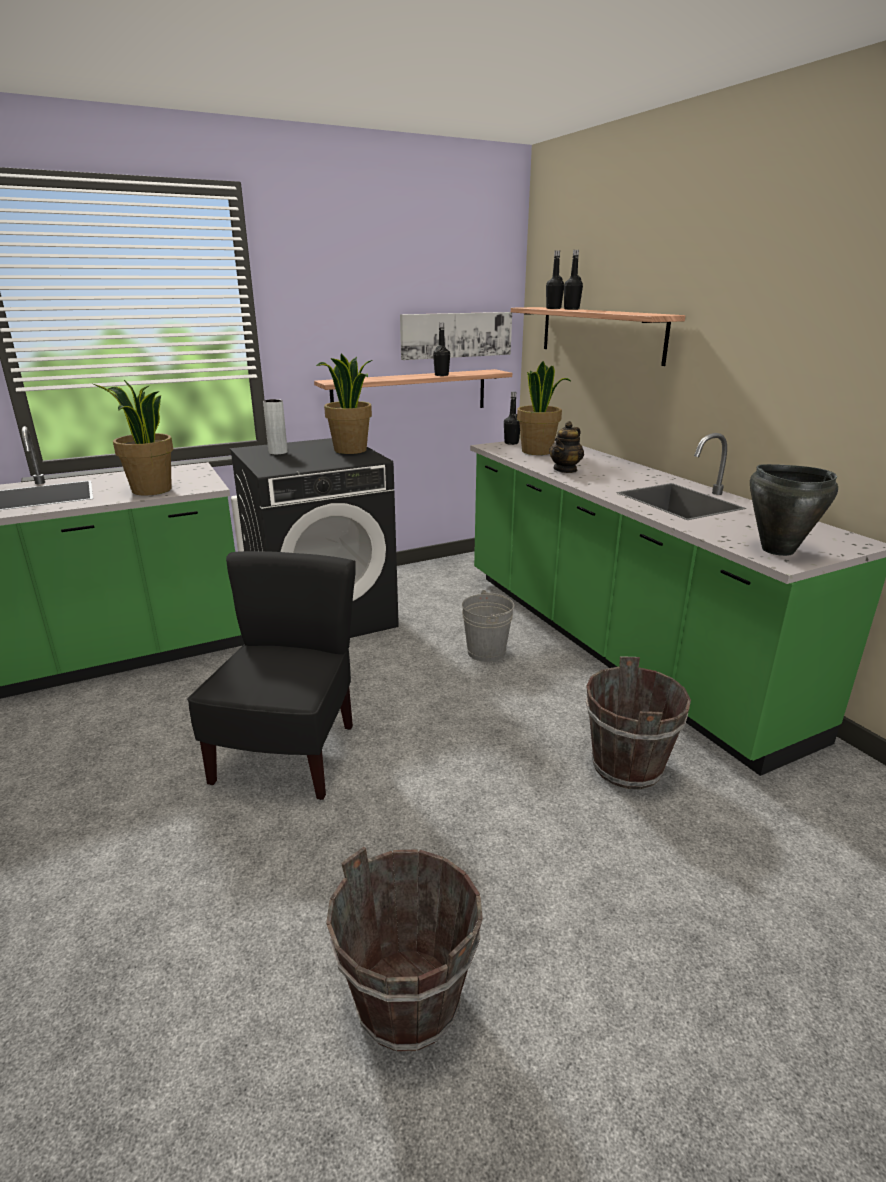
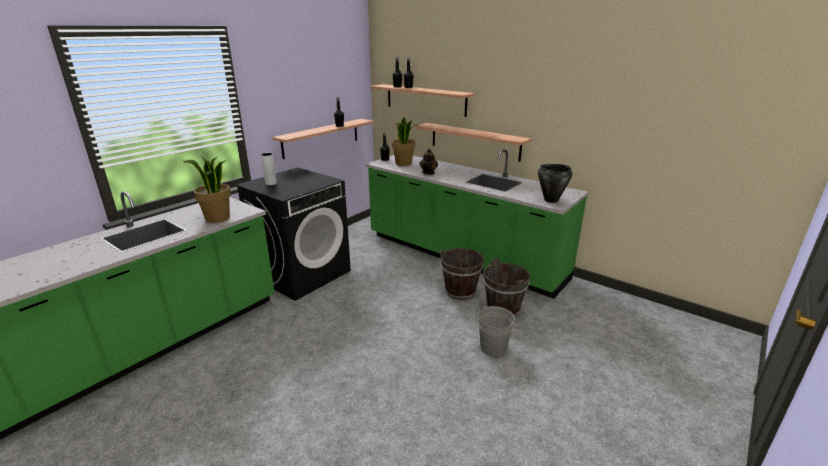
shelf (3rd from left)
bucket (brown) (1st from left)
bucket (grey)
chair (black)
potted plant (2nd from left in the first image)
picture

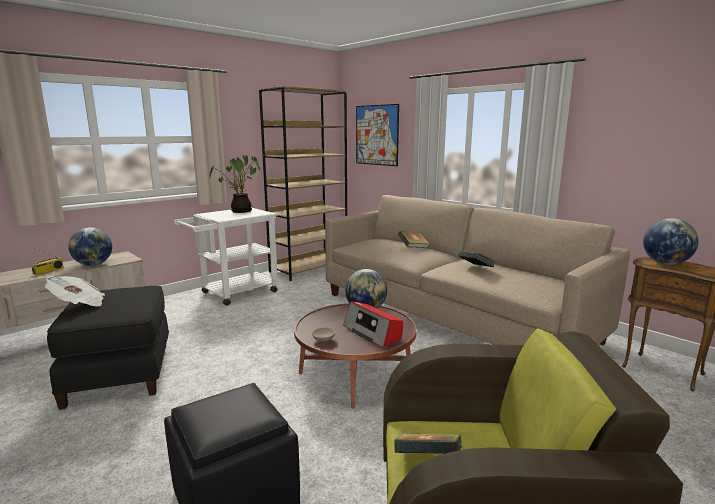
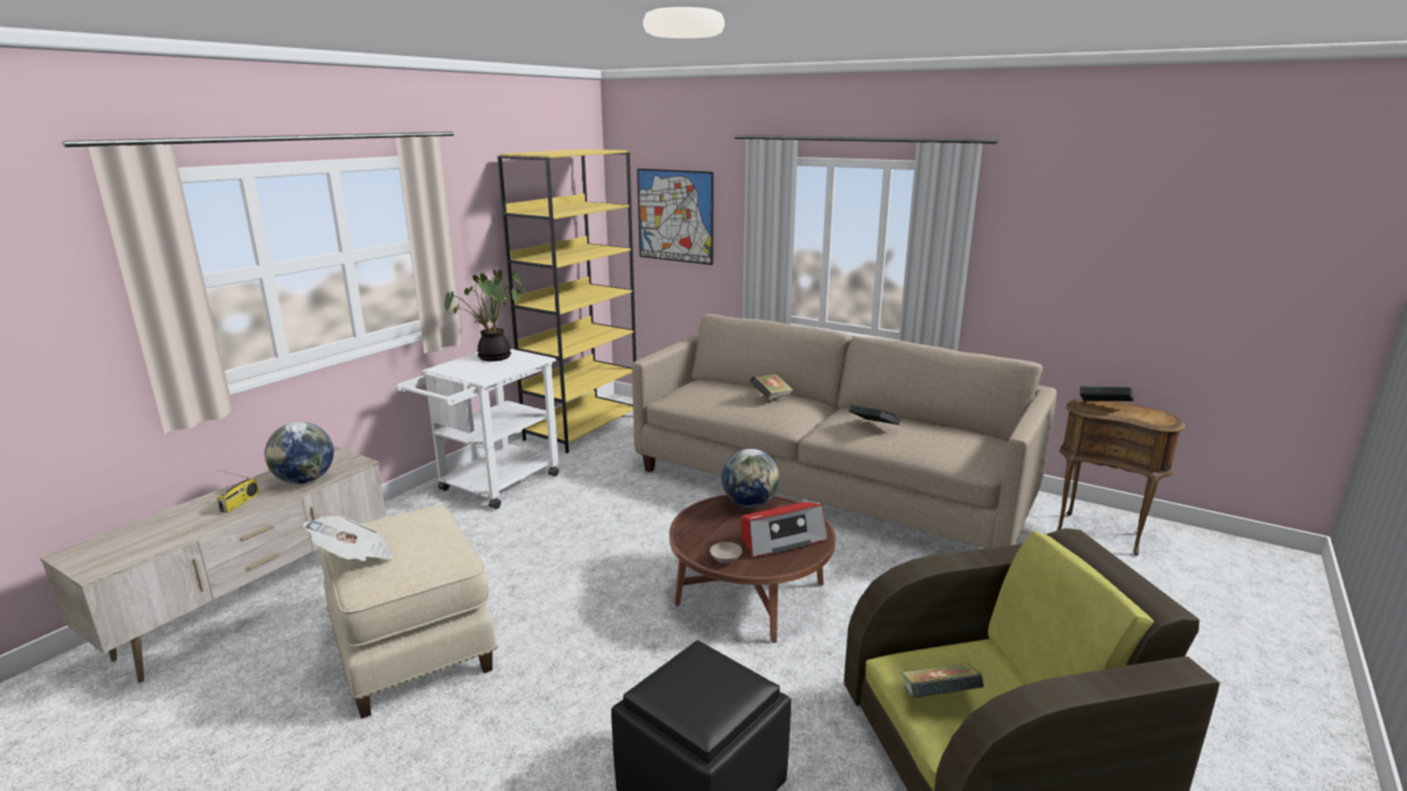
ottoman (beige)
bookcase (yellow)
radio (2nd from left)
book (4th from left)

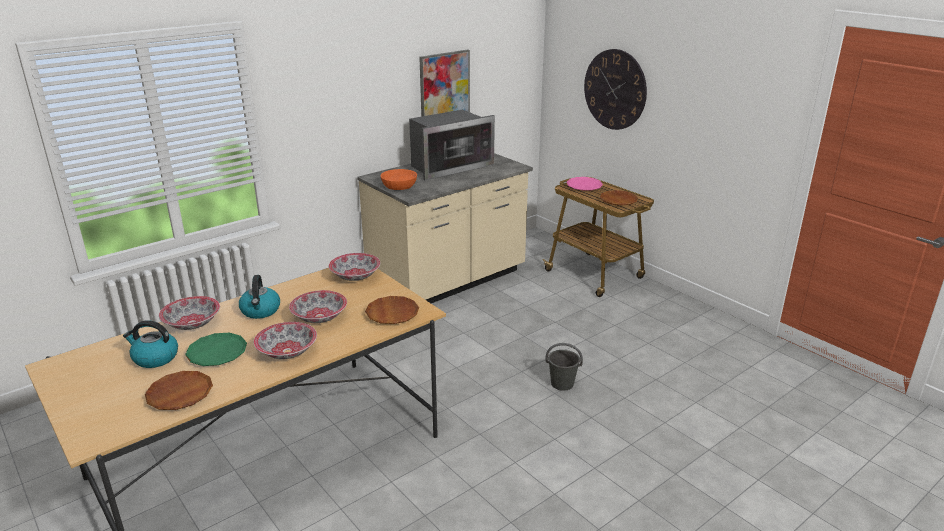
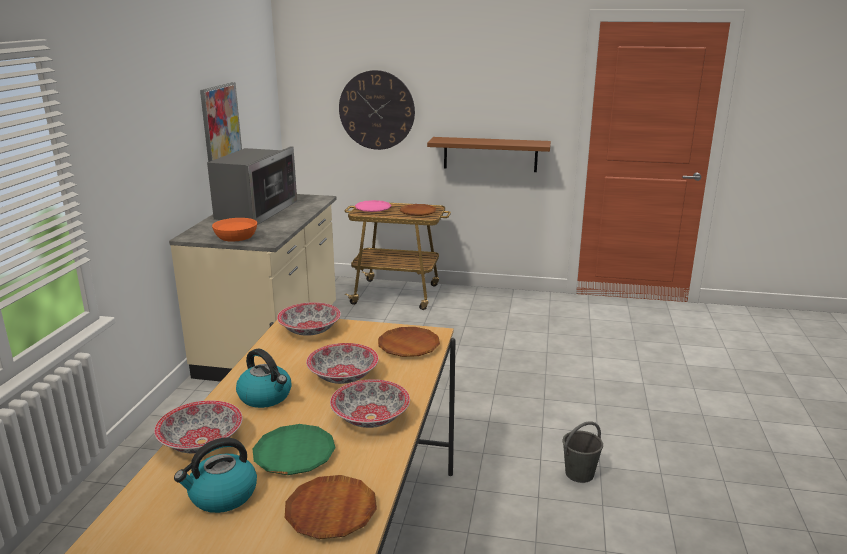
shelf (brown)
bucket (grey)

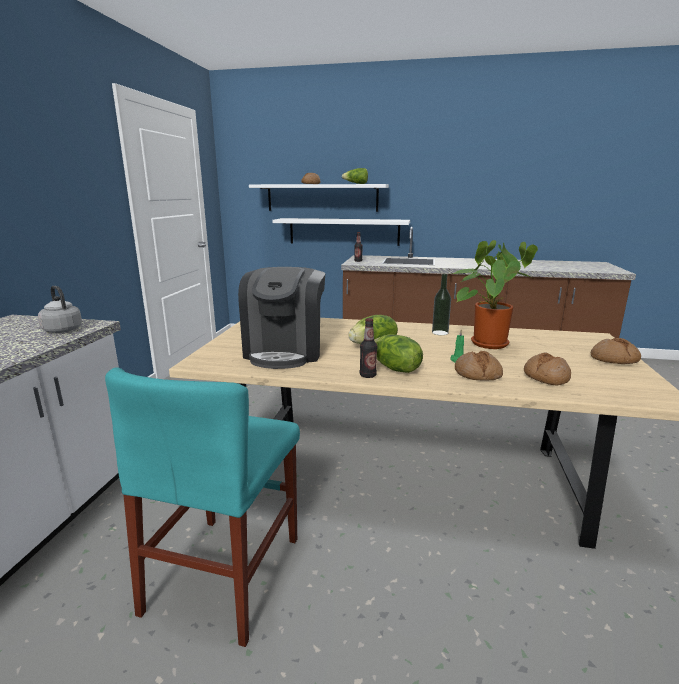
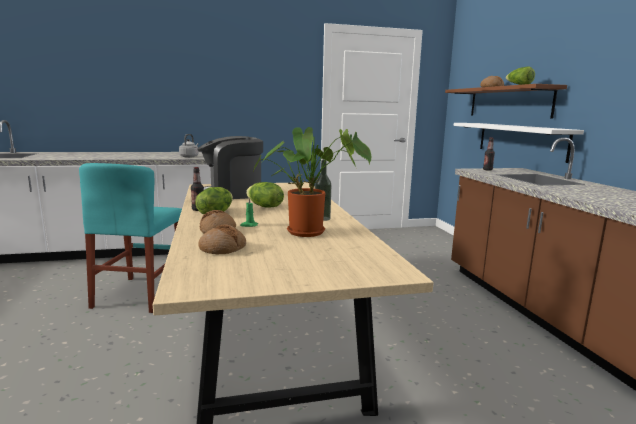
chair (turquoise)
shelf (brown)
bread (4th from left in the first image)

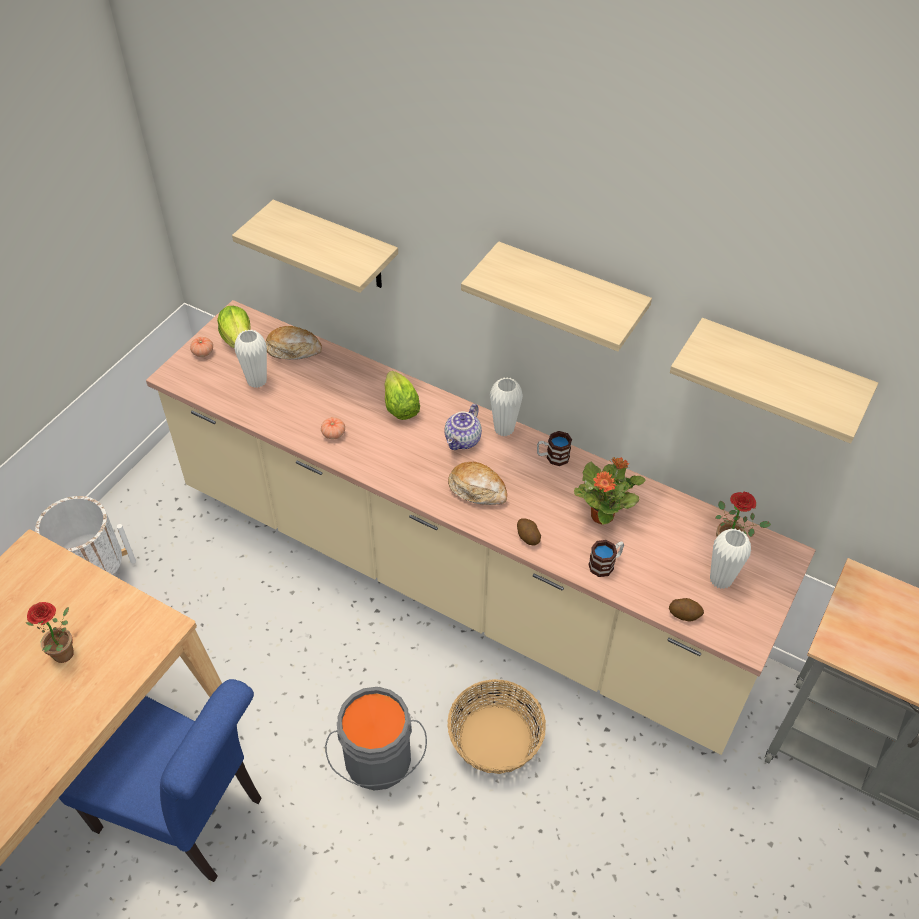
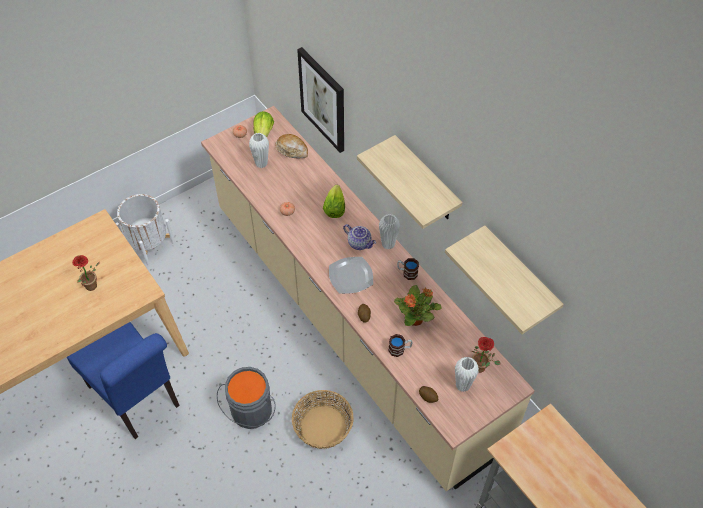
picture
plate
teapot

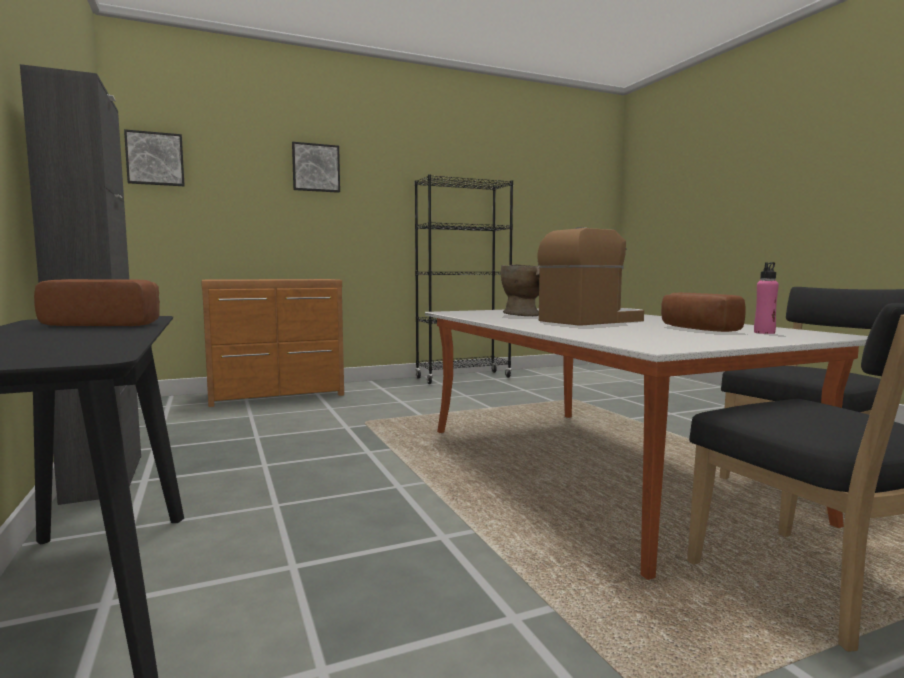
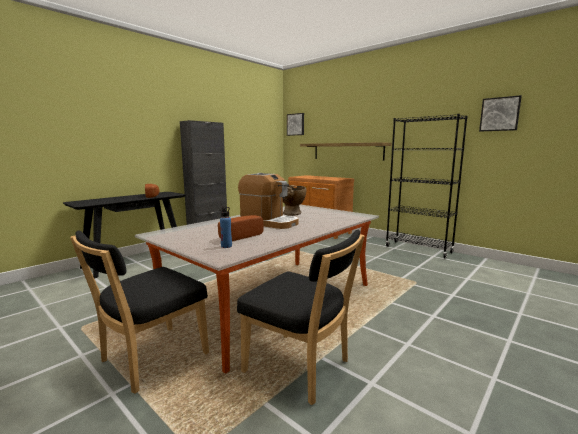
bottle (blue)
shelf
picture (2nd from left)

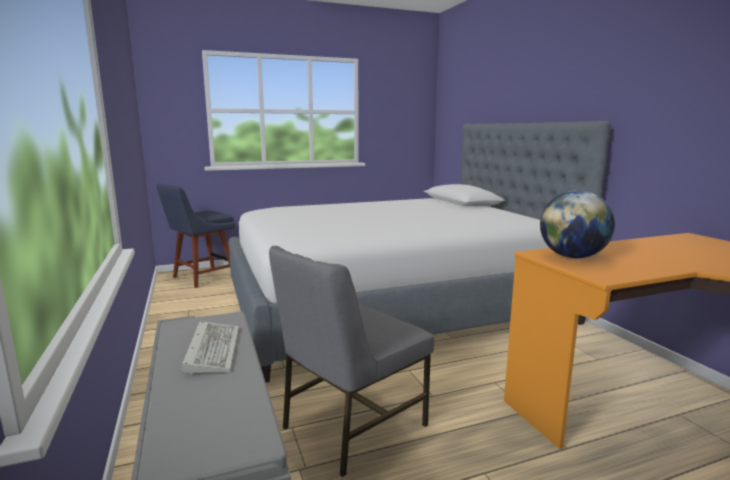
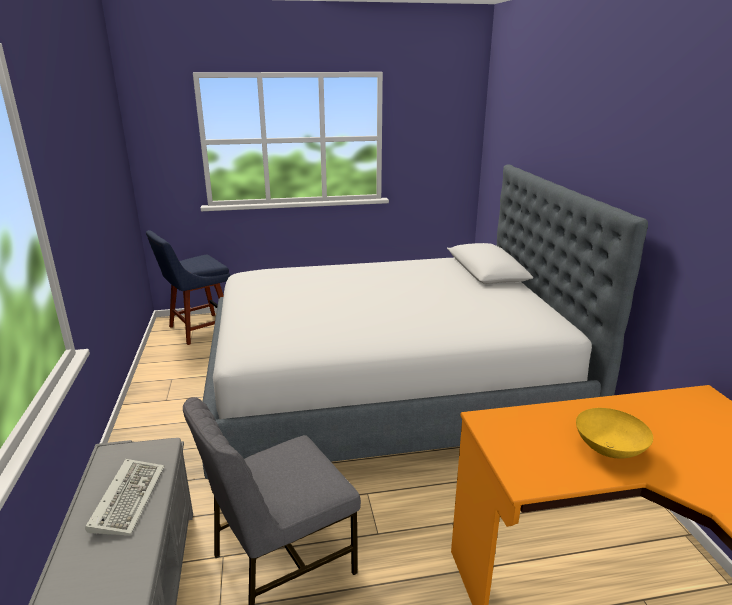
bowl (yellow)
globe

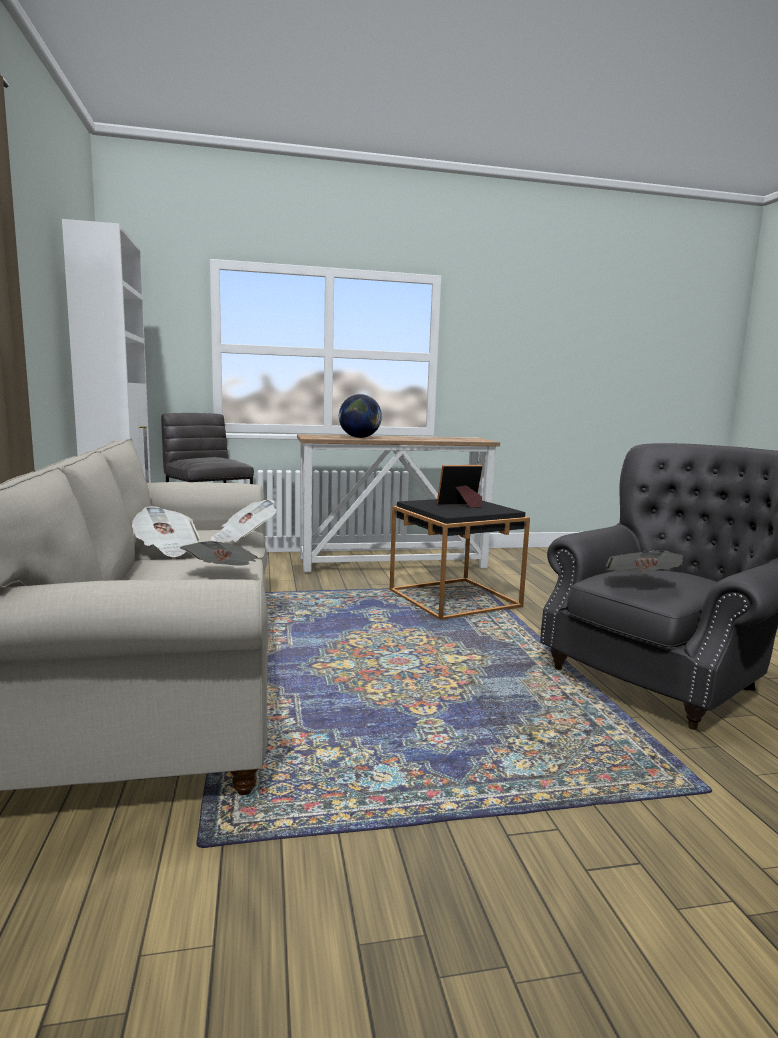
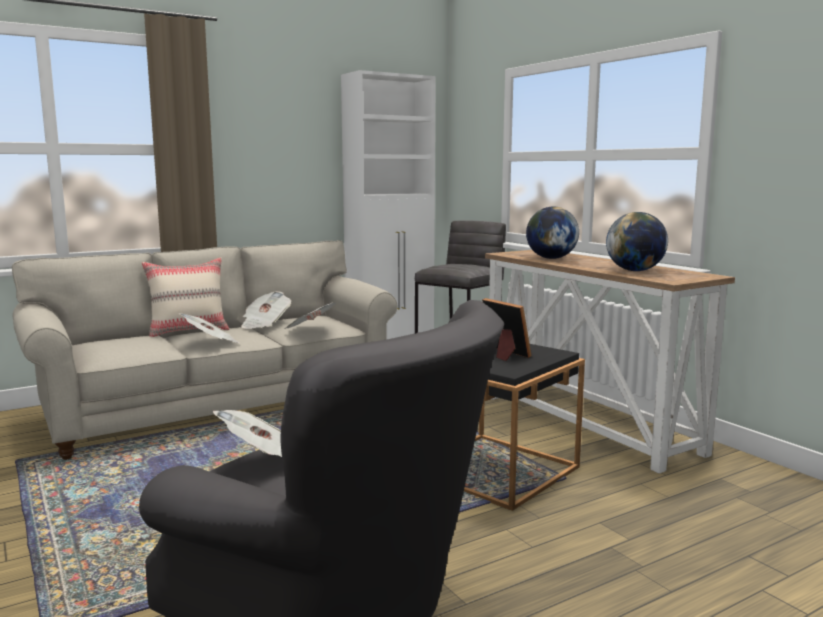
pillow (beige)
globe (2nd from left)

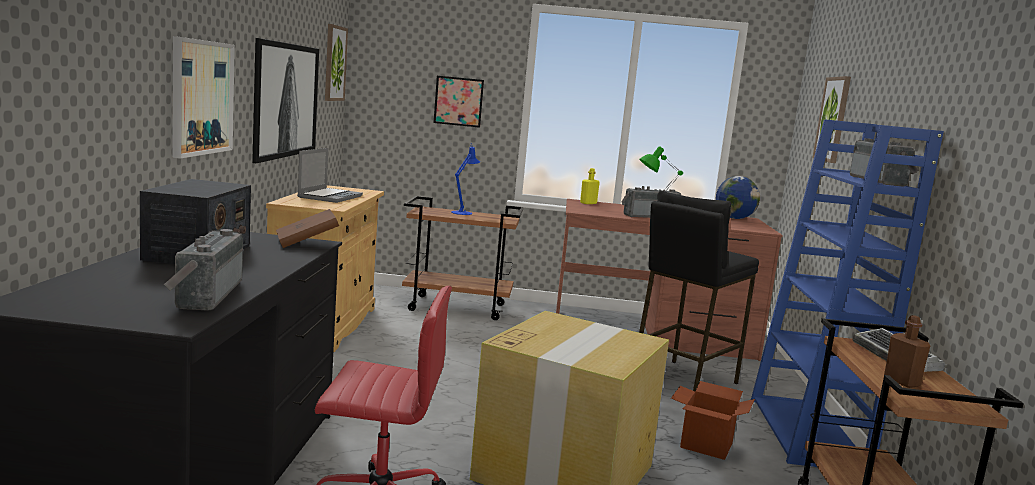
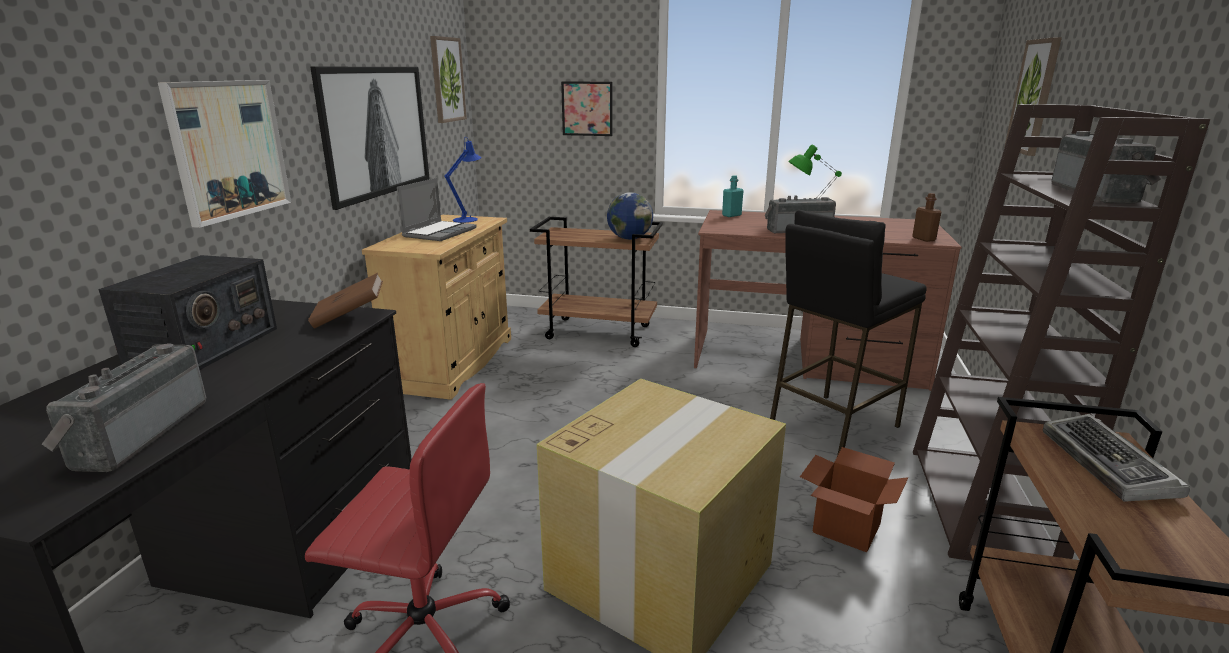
table lamp (blue)
globe
bottle (turquoise)
bottle (brown)
bookcase (brown)

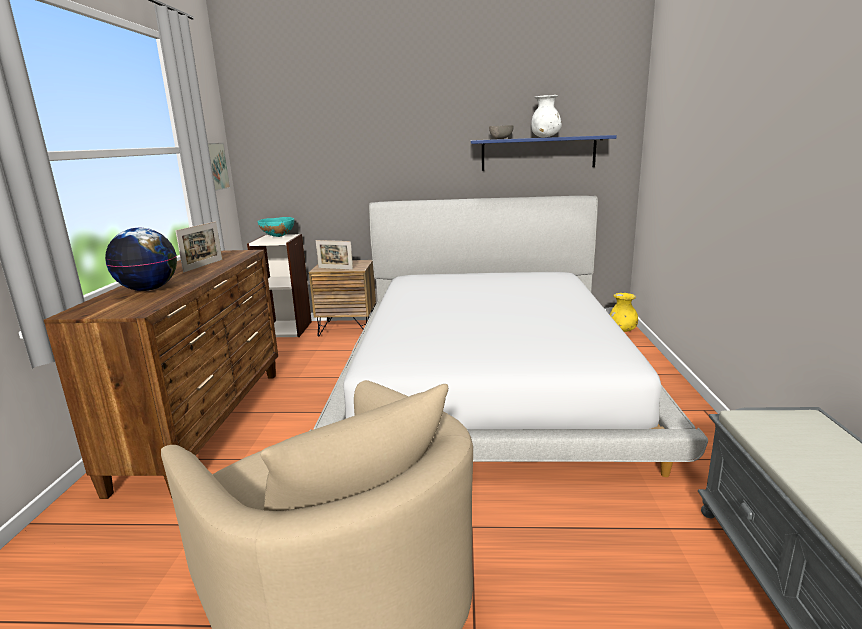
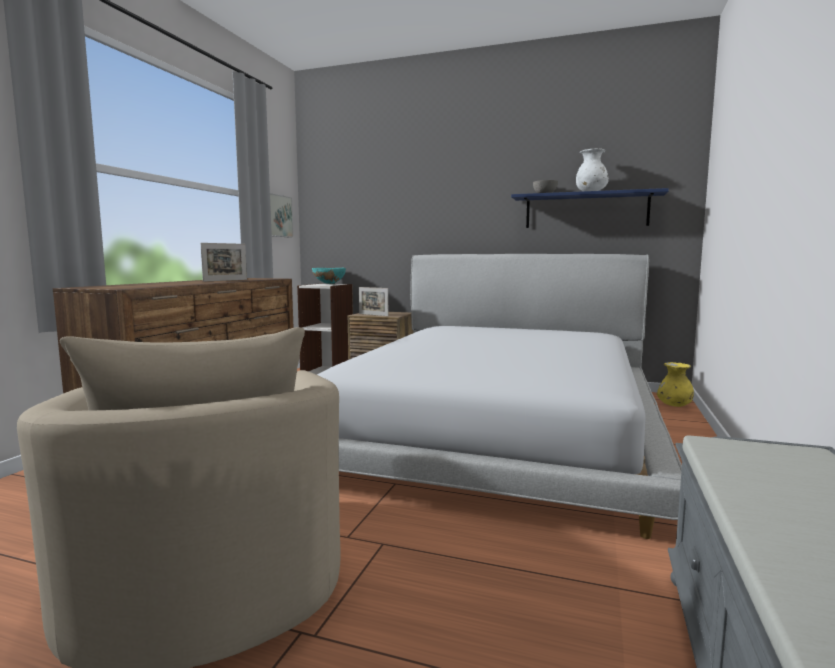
globe

